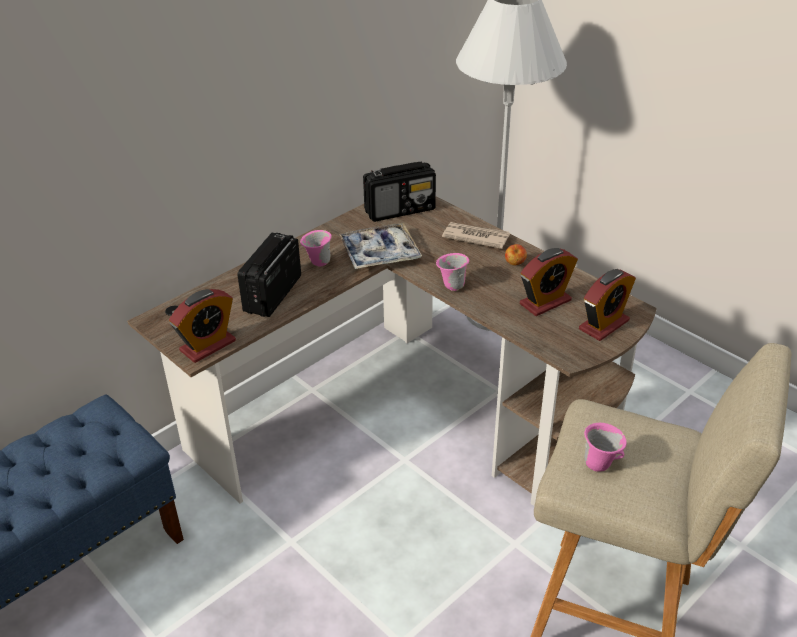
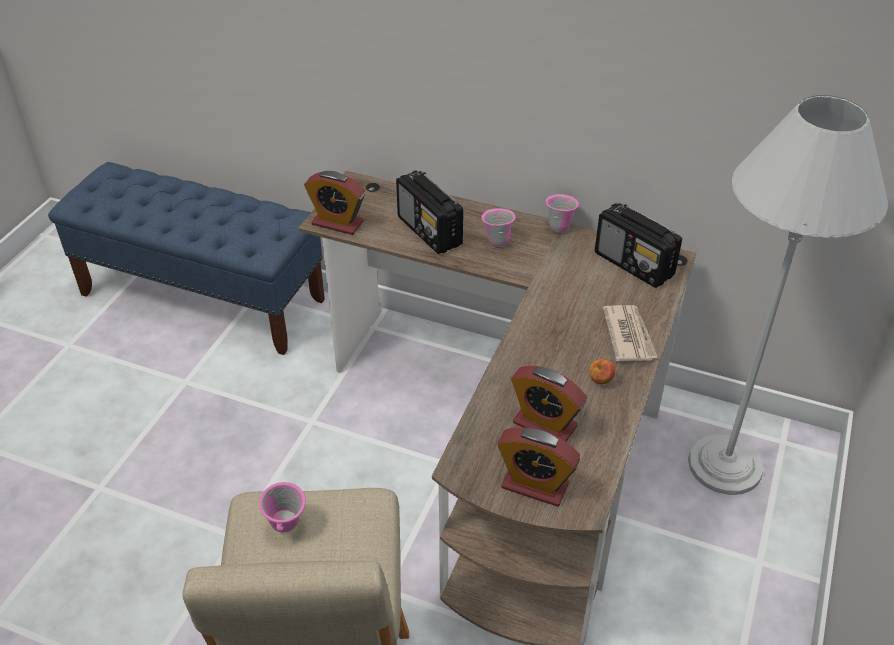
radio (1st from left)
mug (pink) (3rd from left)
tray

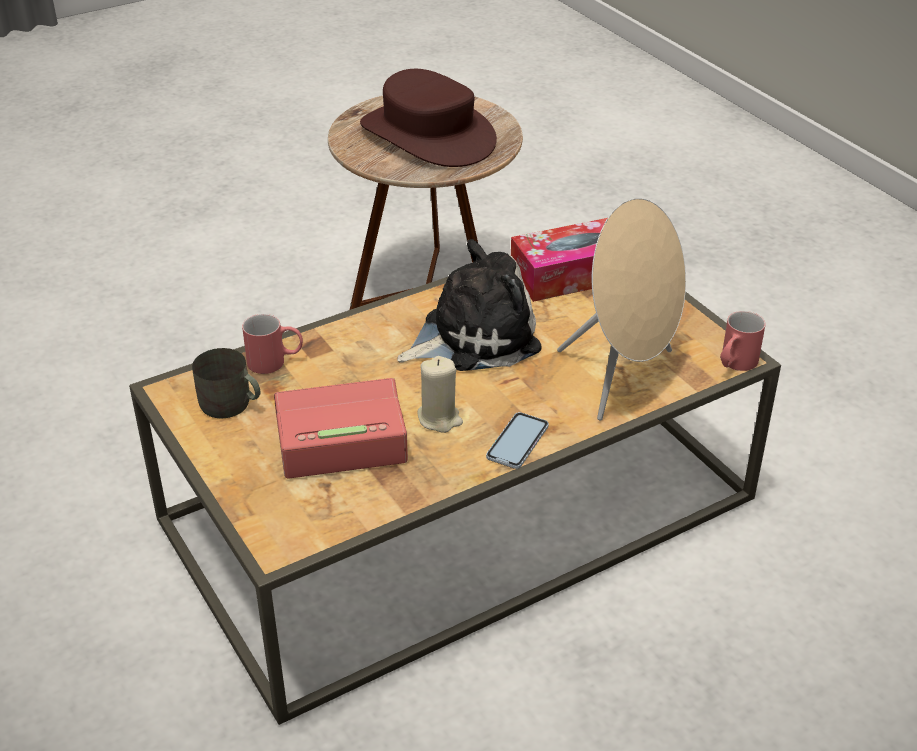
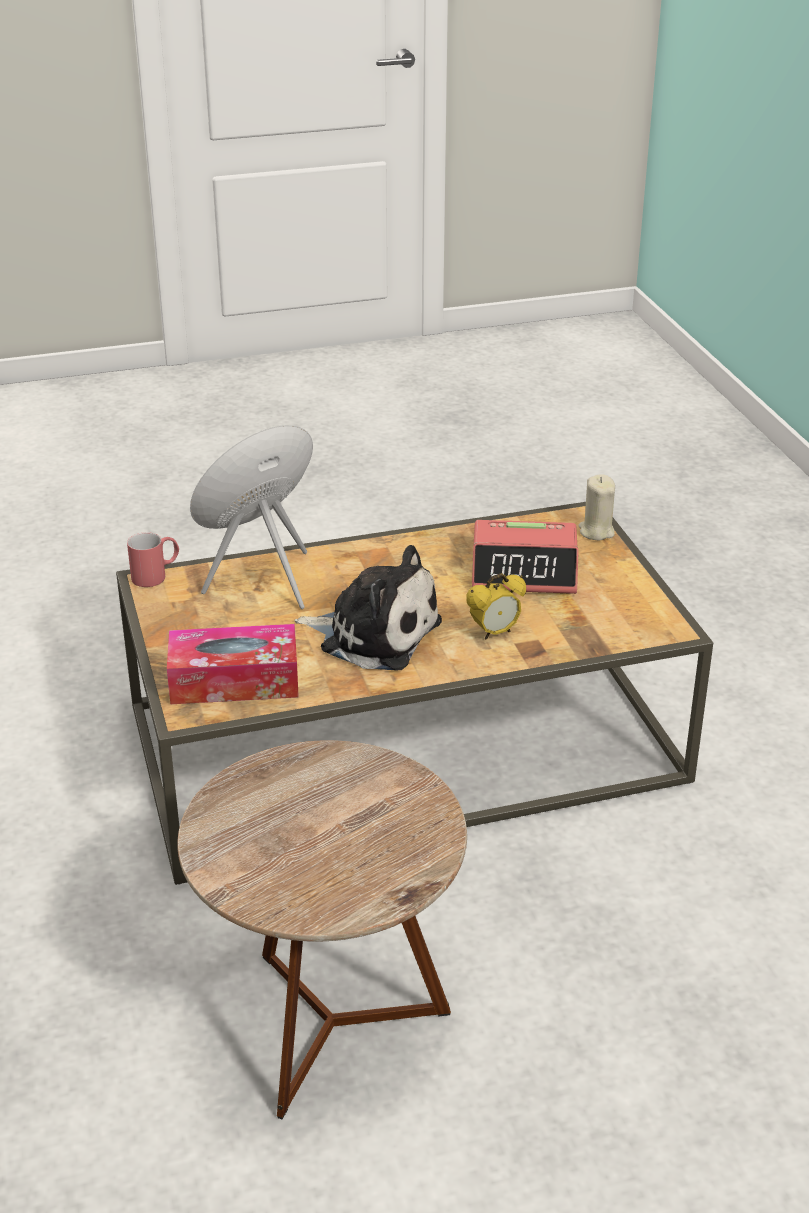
plush toy
alarm clock (1st from left)
candle (beige)
mug (grey)
mug (red) (1st from left in the first image)
hat (brown)
phone

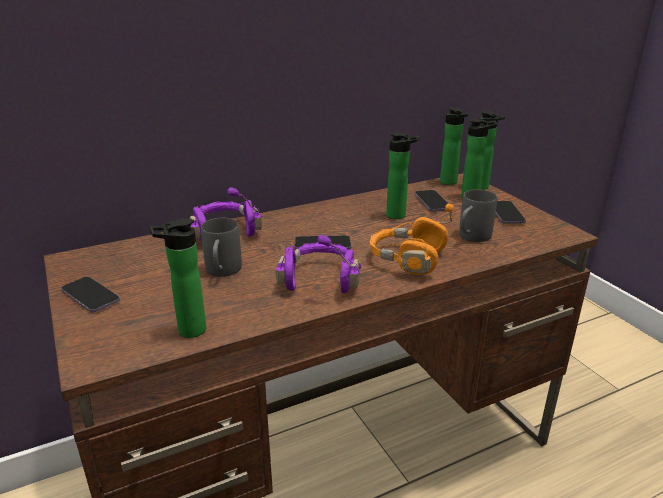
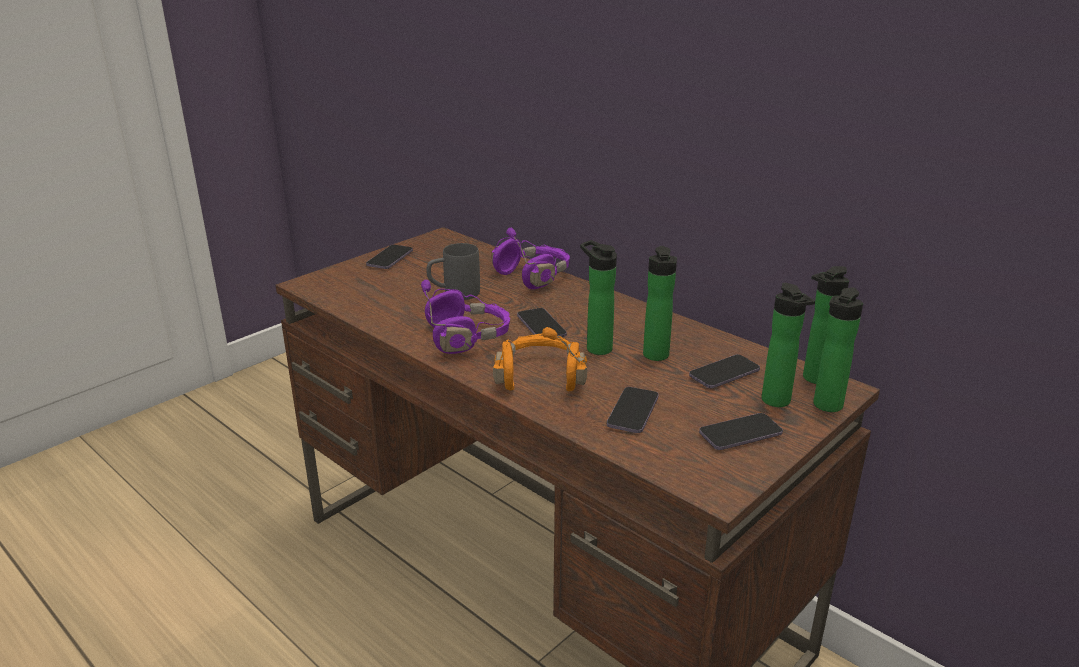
bottle (1st from left)
phone (3rd from left)

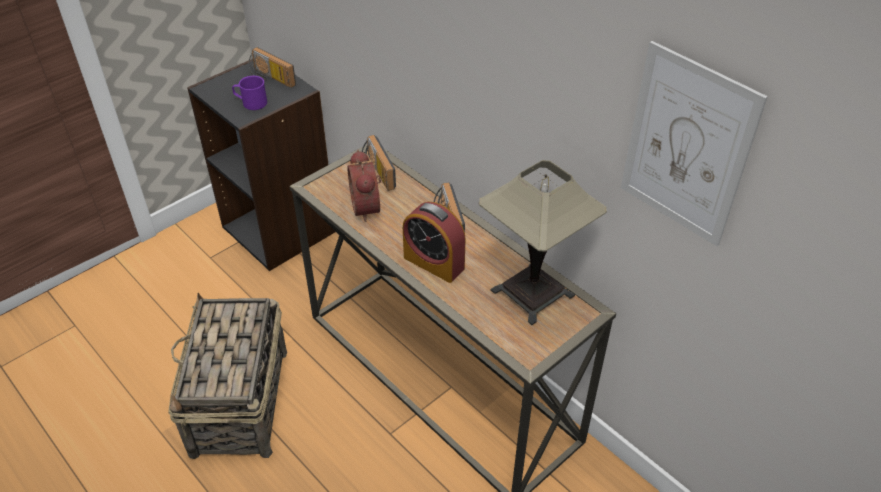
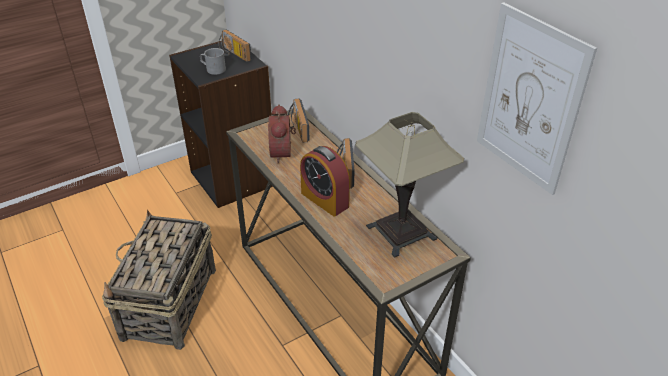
mug (grey)

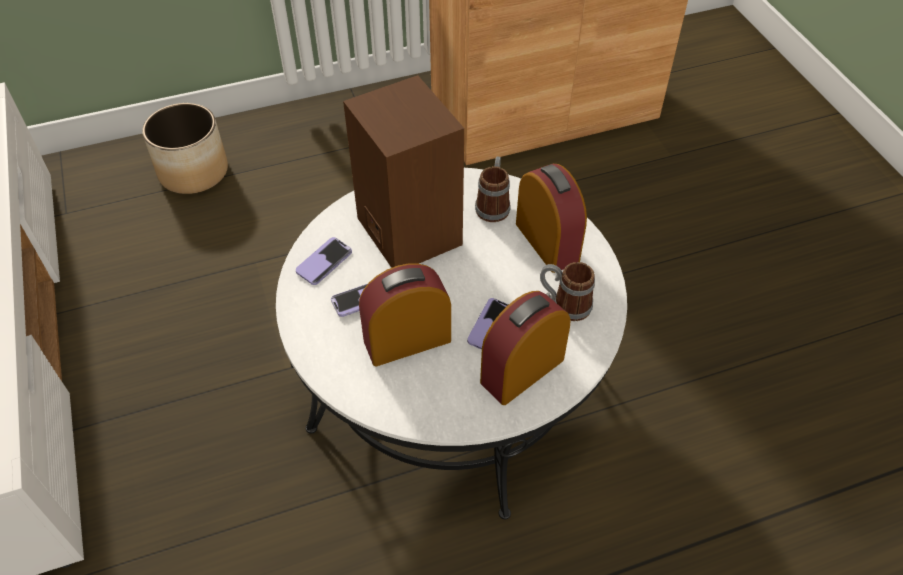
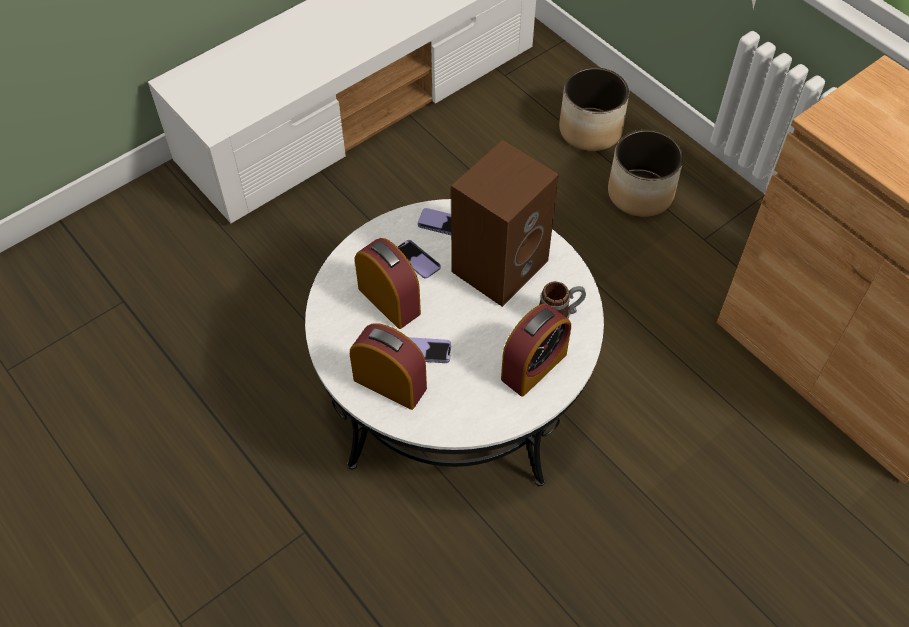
planter (2nd from left)
mug (2nd from left in the first image)

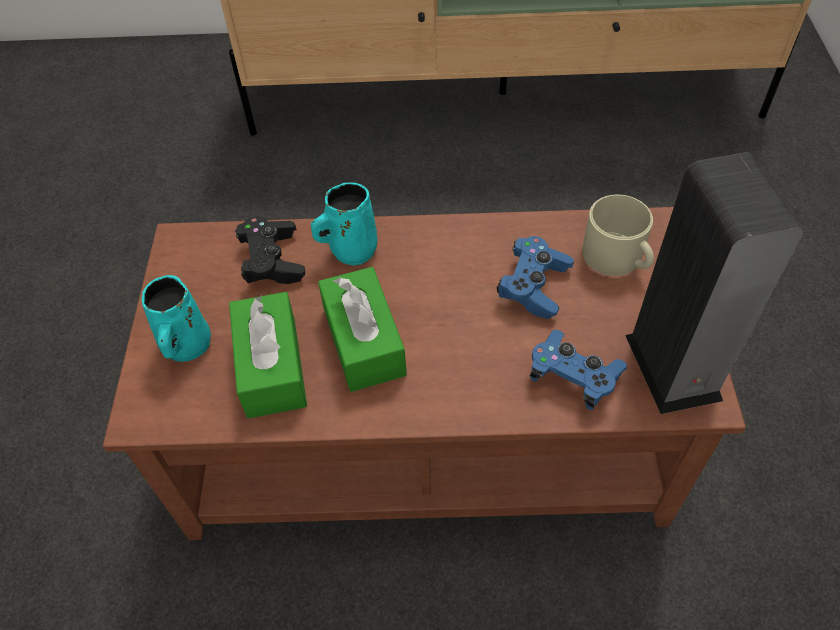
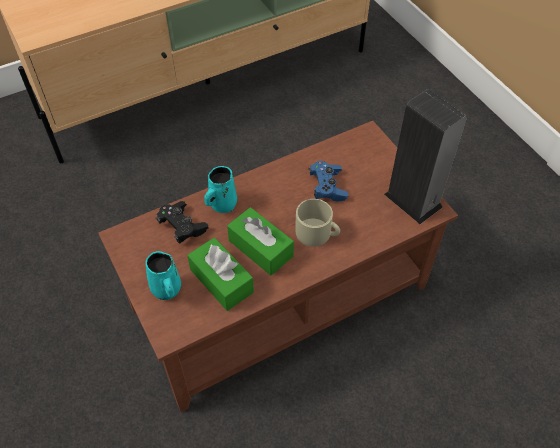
mug (beige)
game controller (blue) (2nd from left in the first image)

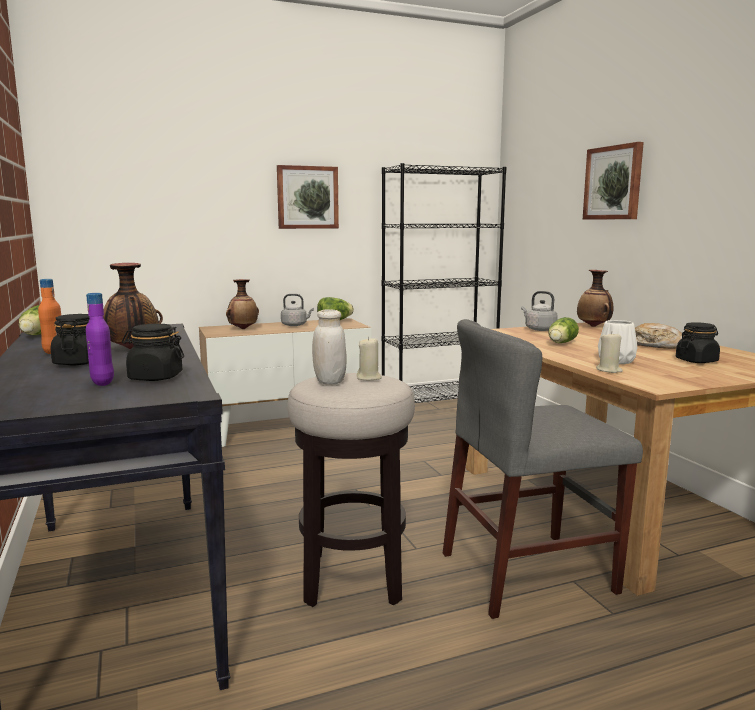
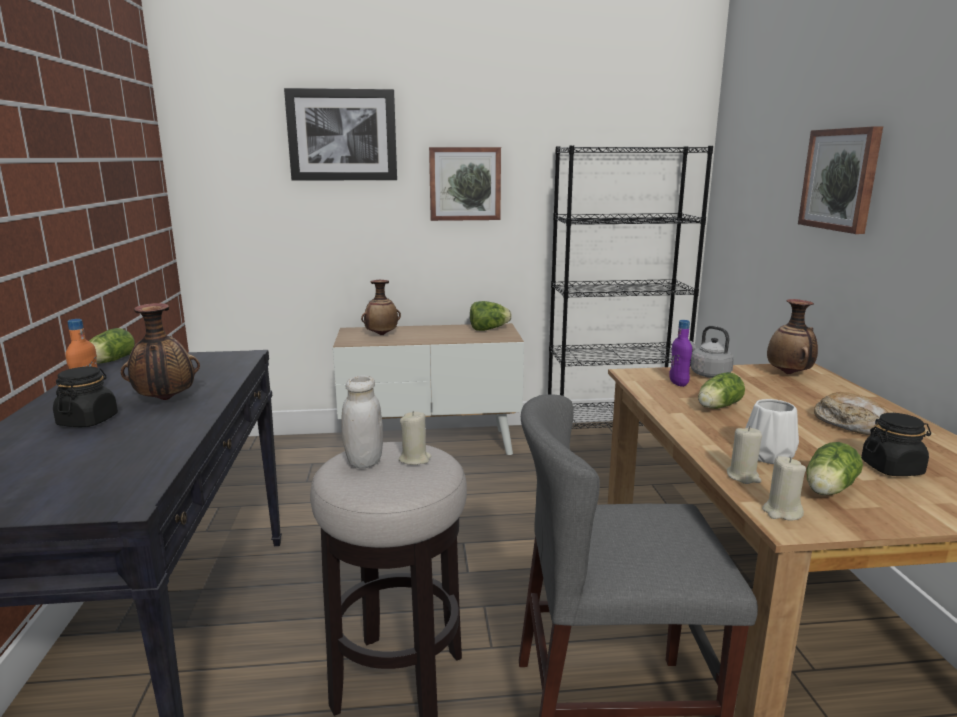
picture (1st from left)
bottle (purple)
candle (beige) (3rd from left)
lettuce (4th from left)
jar (black) (2nd from left in the first image)
kettle (grey) (1st from left in the first image)

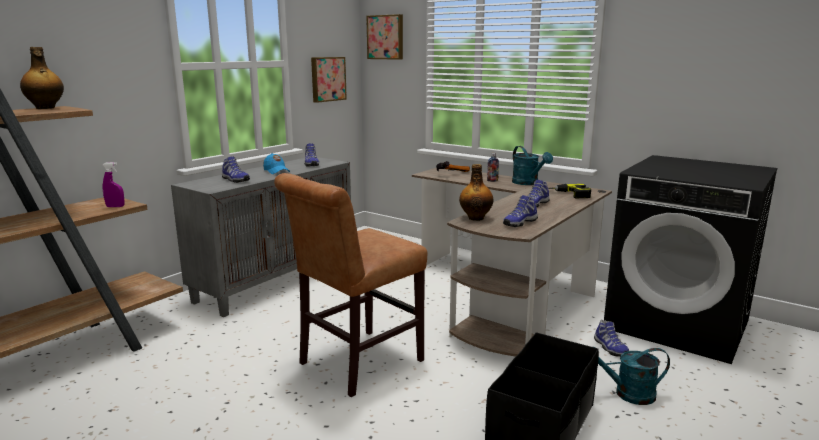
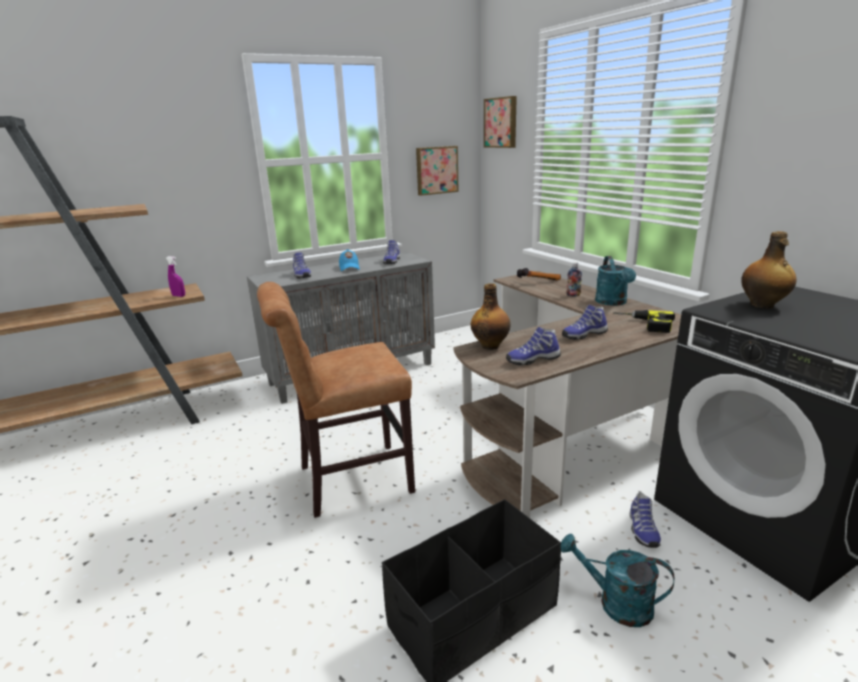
bottle (3rd from left)

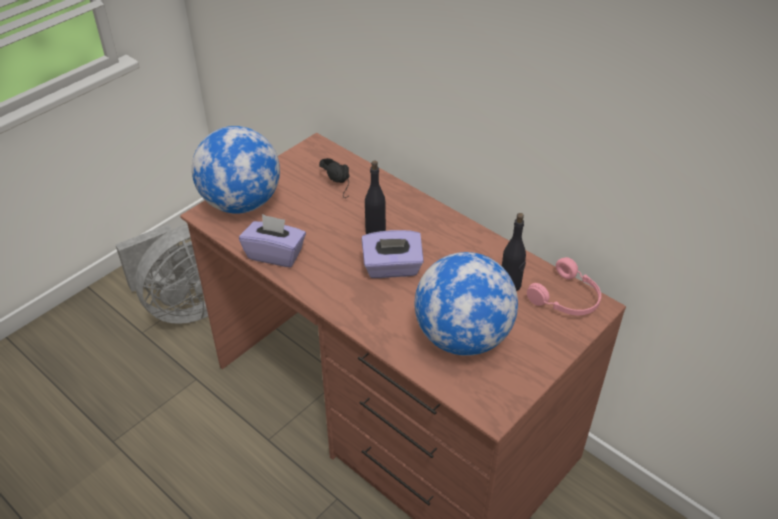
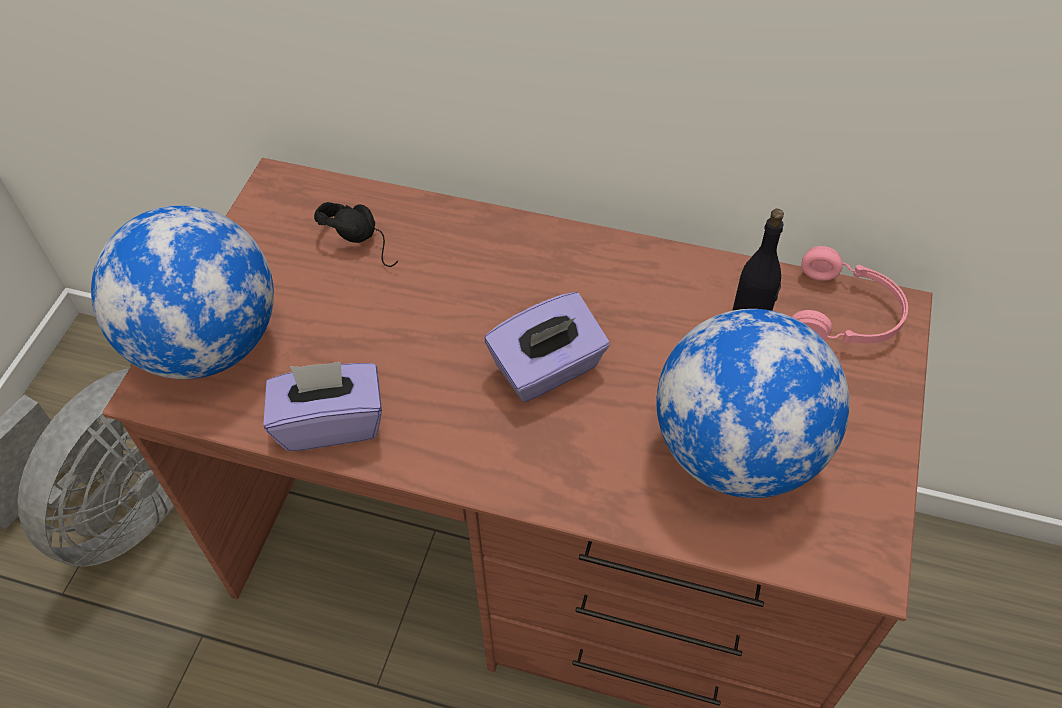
bottle (black) (1st from left in the first image)

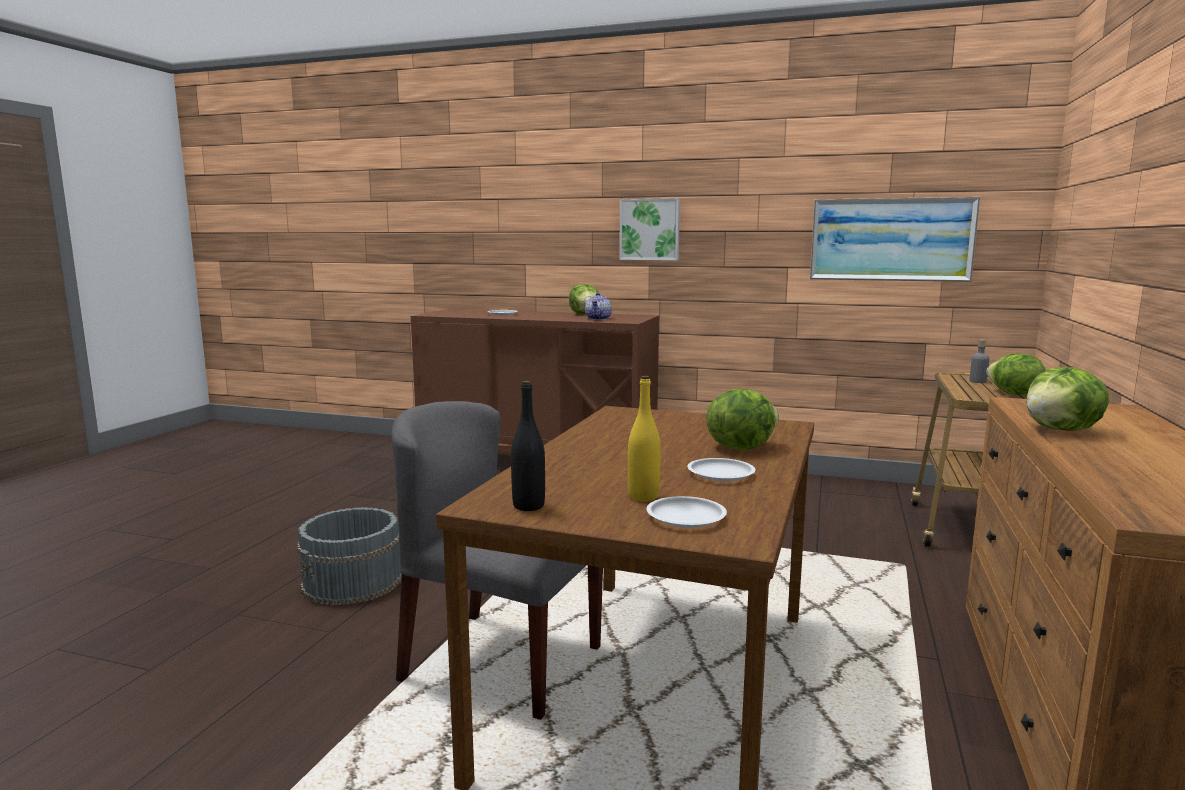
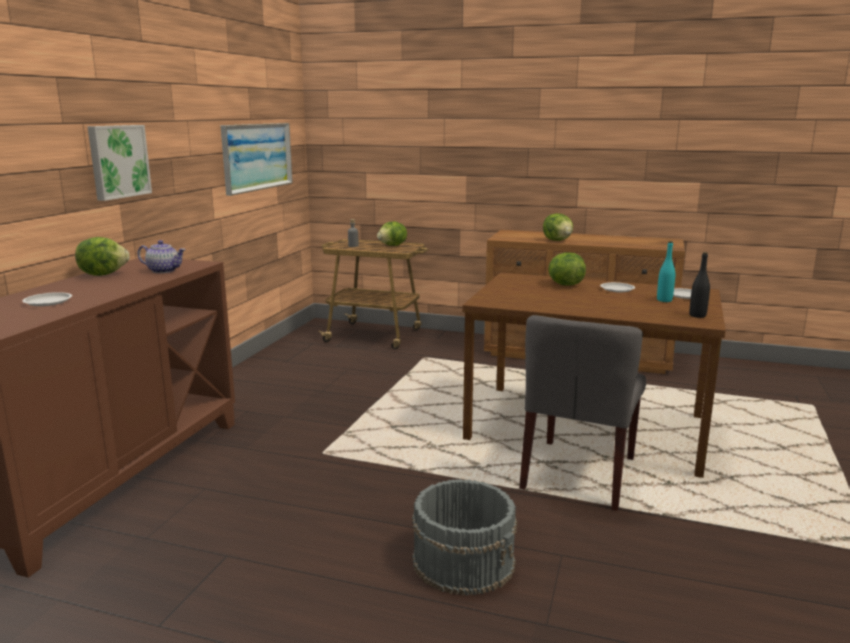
bottle (turquoise)

